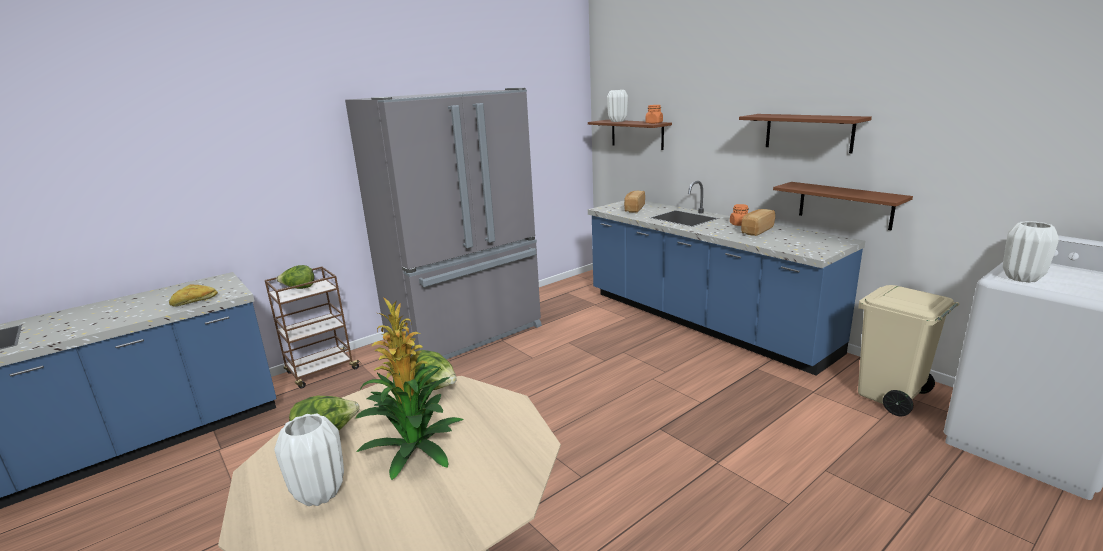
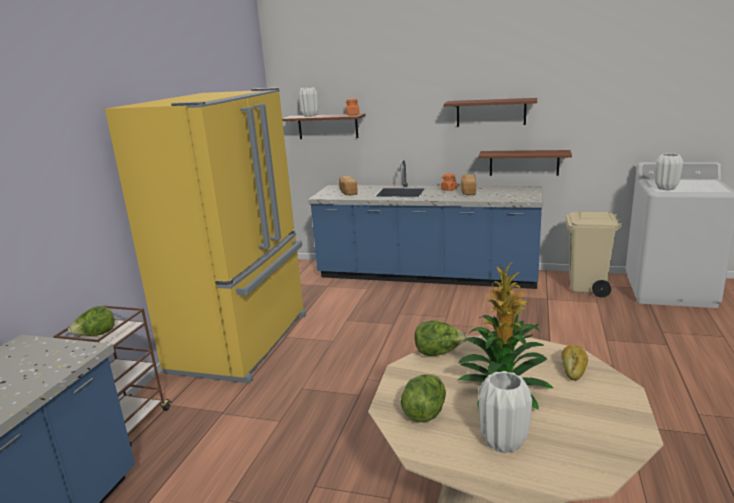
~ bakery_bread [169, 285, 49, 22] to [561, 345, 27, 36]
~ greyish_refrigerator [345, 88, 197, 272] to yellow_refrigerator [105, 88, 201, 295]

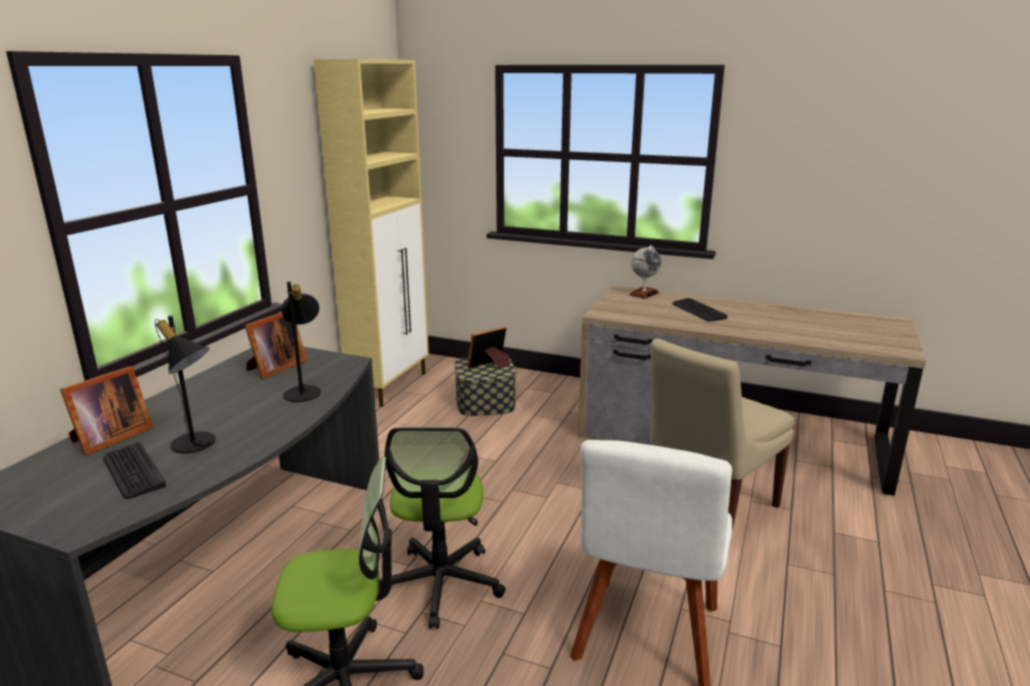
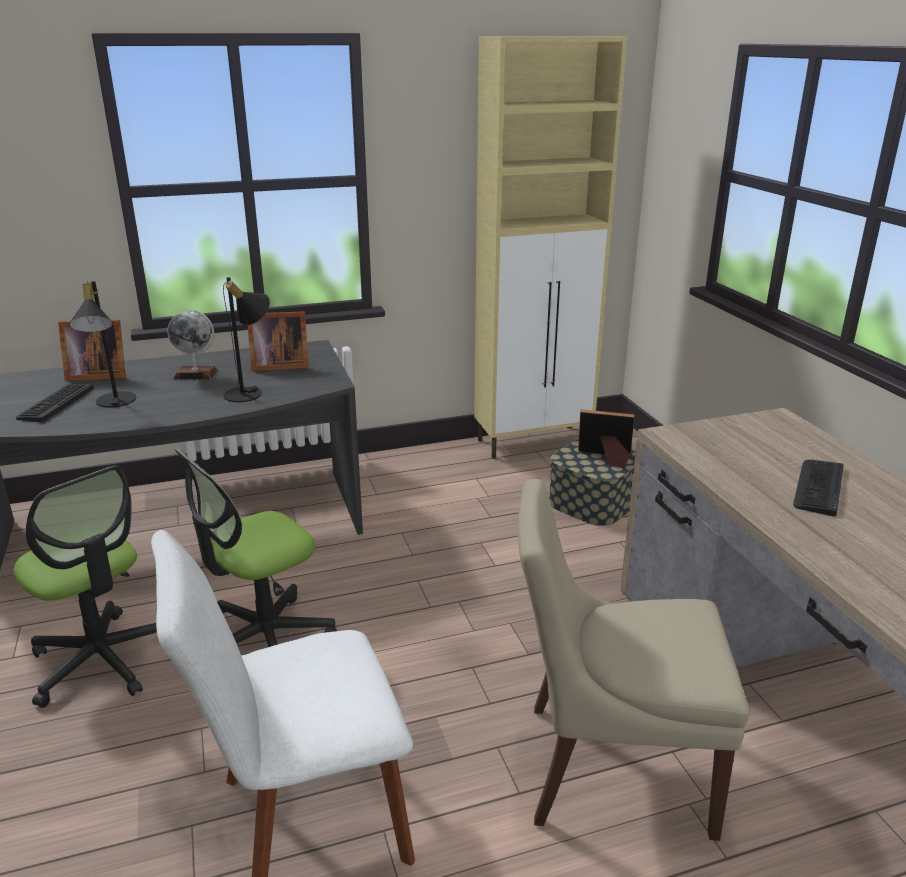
~ globe [629, 245, 32, 54] to [167, 309, 51, 71]

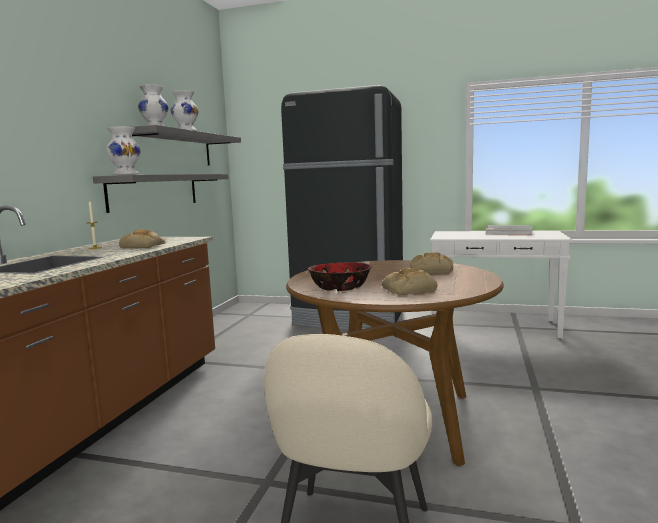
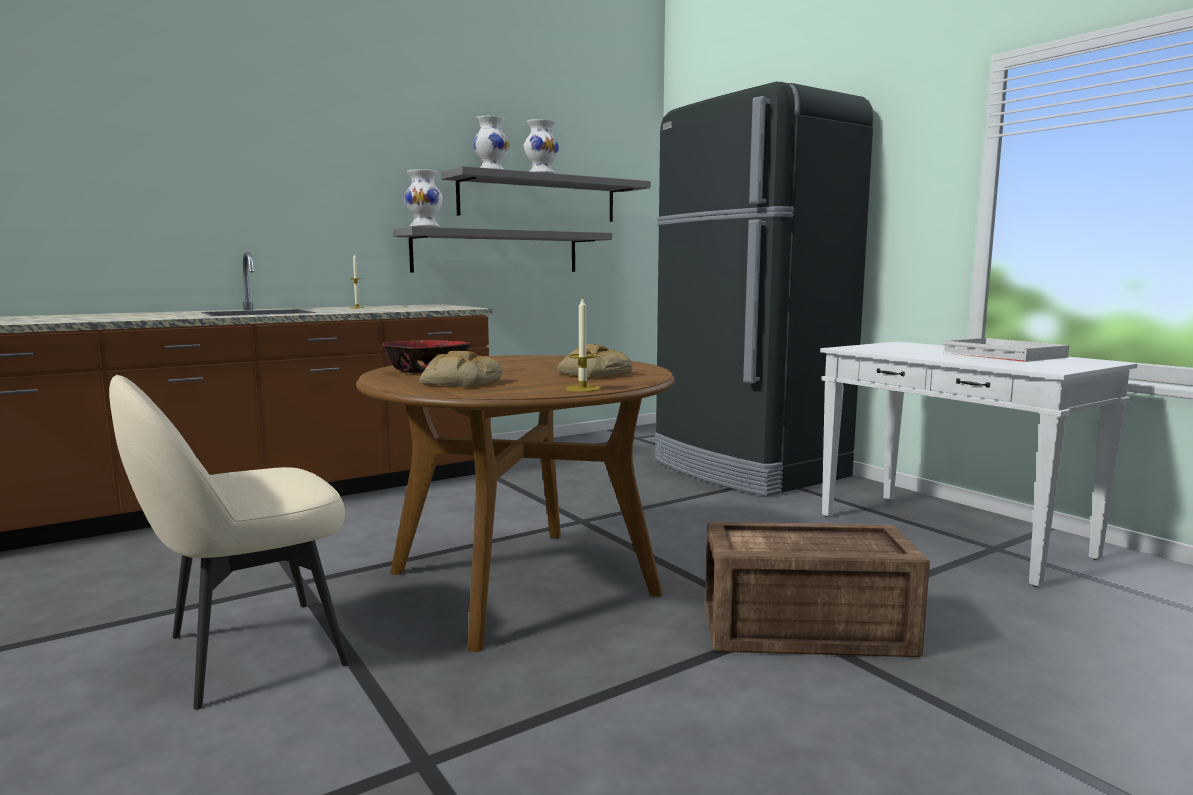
- bakery_bread [119, 230, 47, 18]
+ wax_light [566, 296, 34, 96]
+ shipping_crate [705, 522, 225, 135]

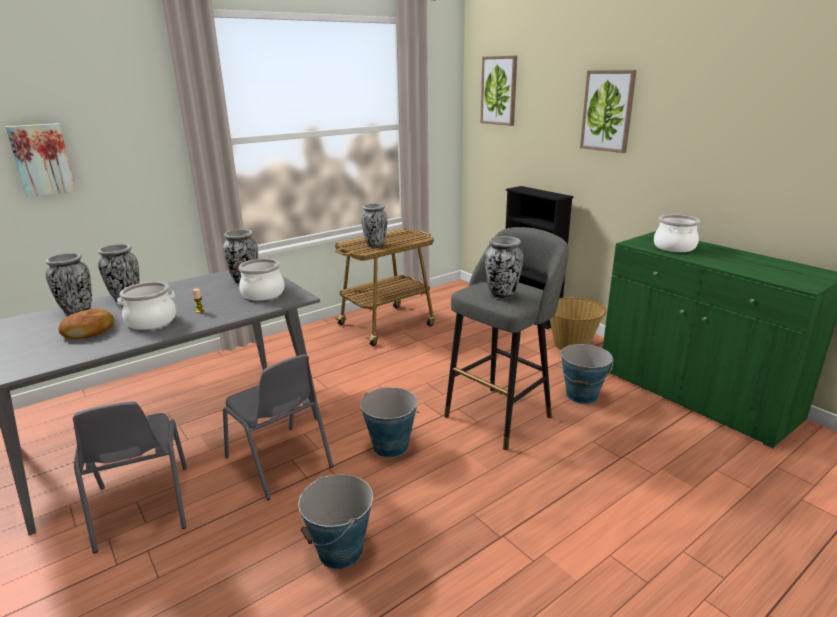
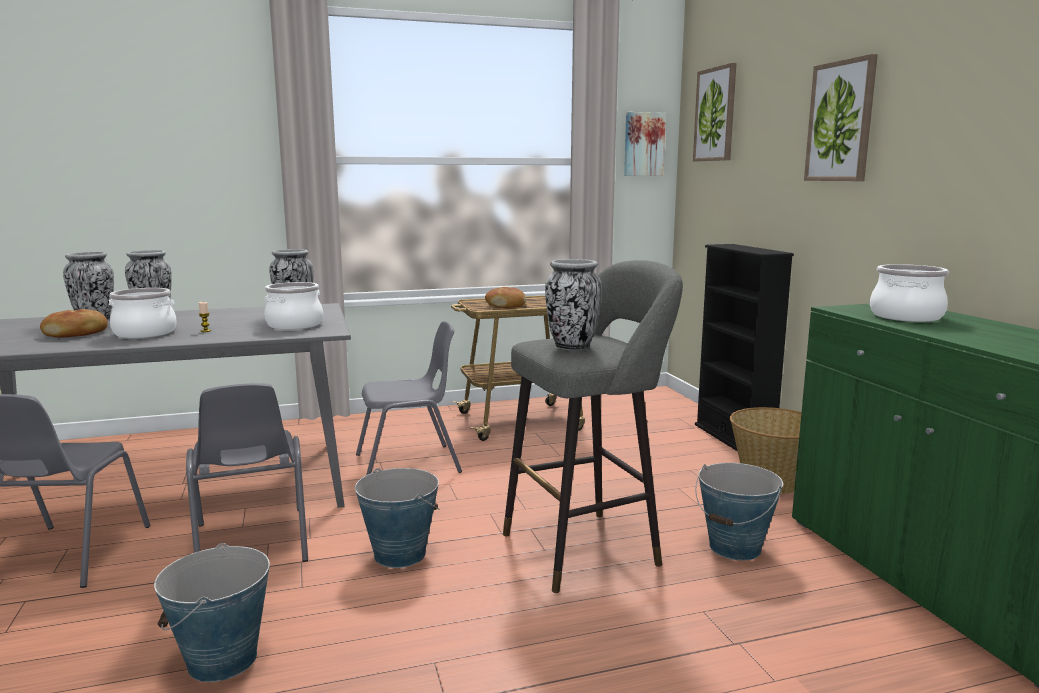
~ picture [6, 123, 70, 74] to [624, 112, 42, 64]
~ vase [361, 204, 27, 43] to bakery_bread [485, 287, 41, 21]
+ greyish_upright_chair [356, 321, 106, 154]

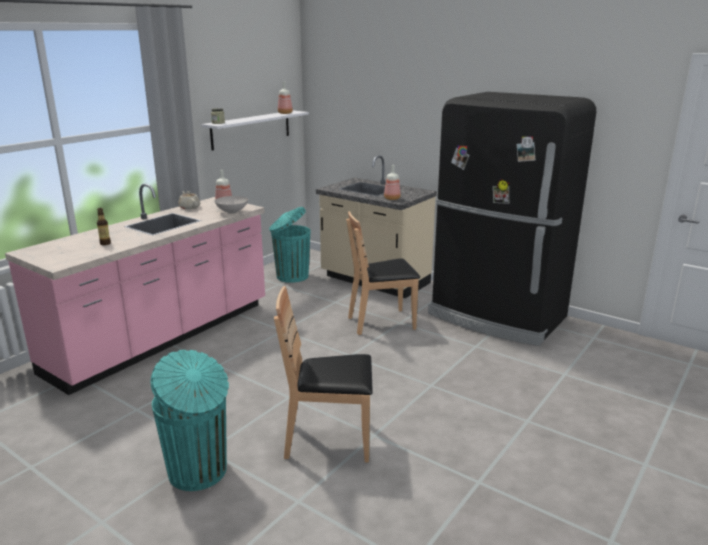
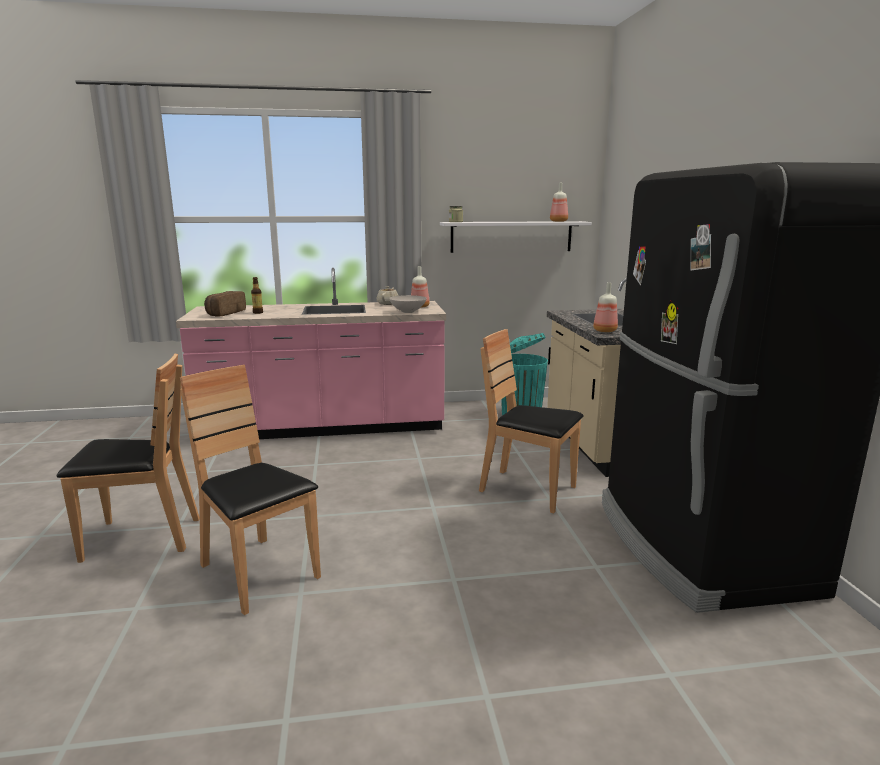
~ blue-green_rubbish_bin [150, 350, 79, 141] to brownish_upright_chair [57, 354, 143, 209]
+ bakery_bread [204, 291, 42, 26]

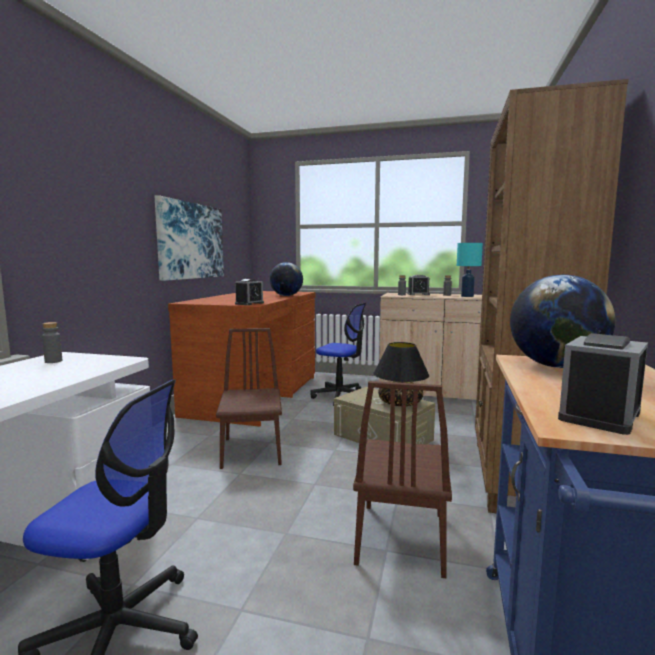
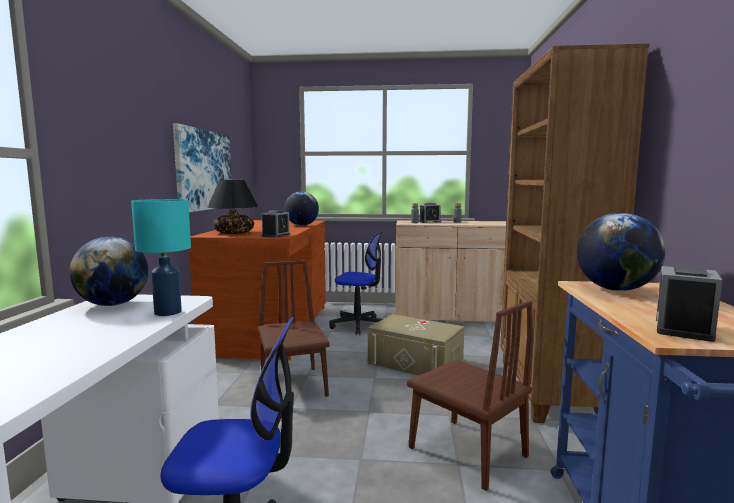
~ greyish_bottle [42, 322, 20, 41] to globe [69, 237, 79, 69]
~ brownish_upright_chair [353, 381, 99, 197] = [407, 301, 126, 190] 45 degrees counterclockwise
~ black-coloured_lamp_for_a_table [373, 342, 56, 64] to [208, 180, 50, 54]
~ blue-green_lamp_for_a_table [457, 243, 26, 54] to [131, 199, 60, 117]

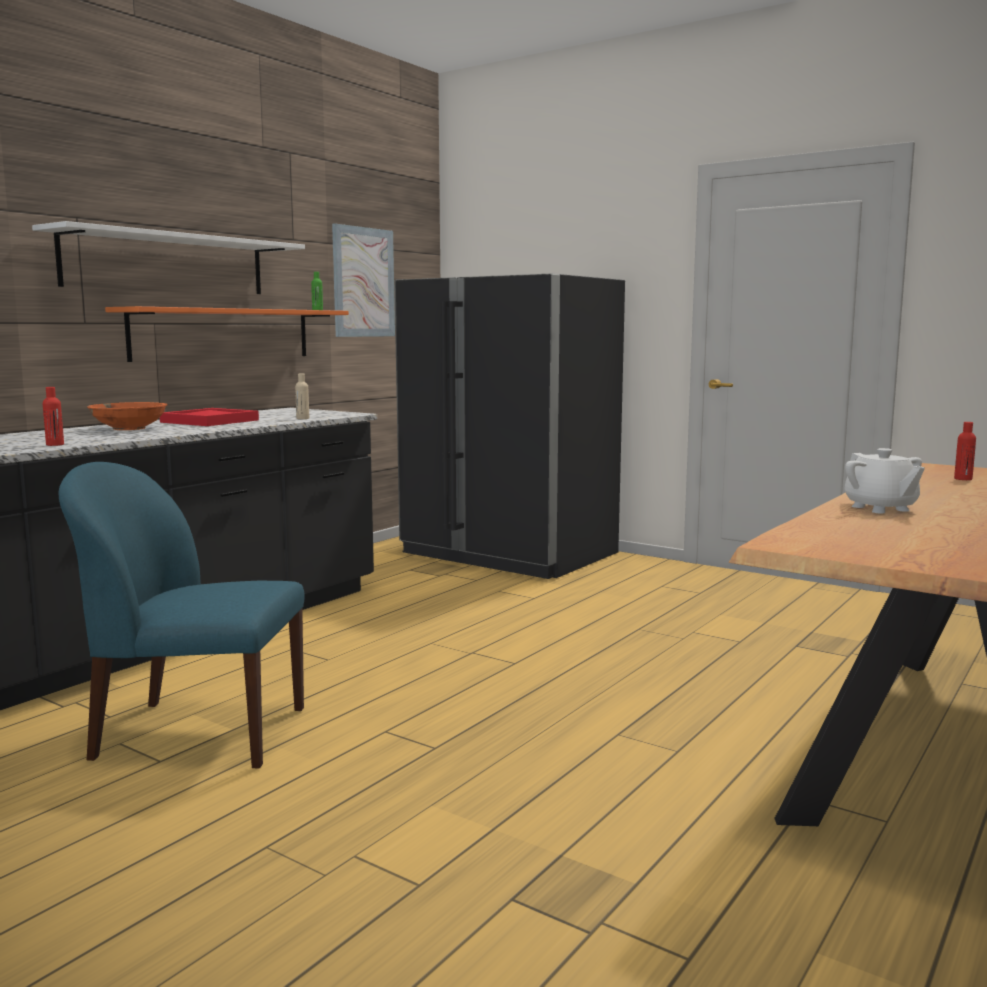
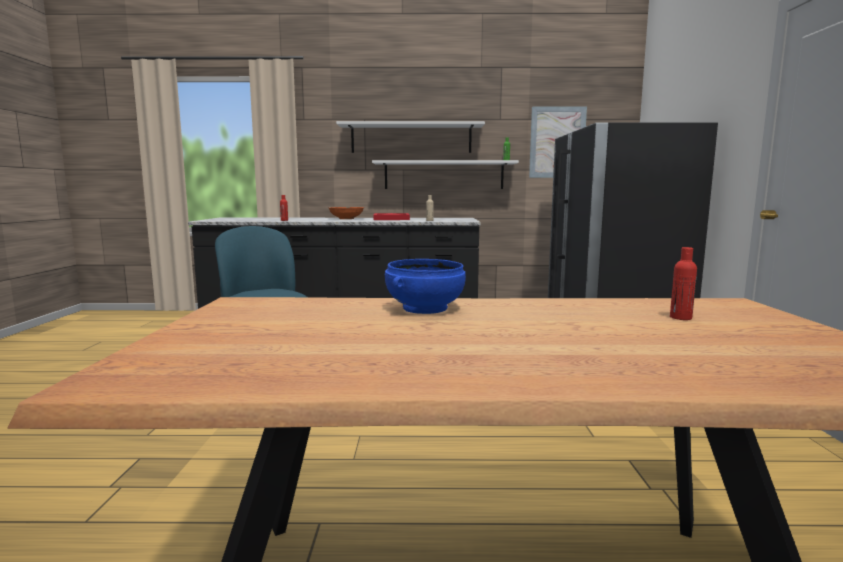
~ orange_wall_shelf [105, 306, 244, 56] to white_wall_shelf [372, 160, 147, 29]
~ white_tea_pot [845, 448, 80, 65] to blue-coloured_bowl [385, 259, 81, 55]

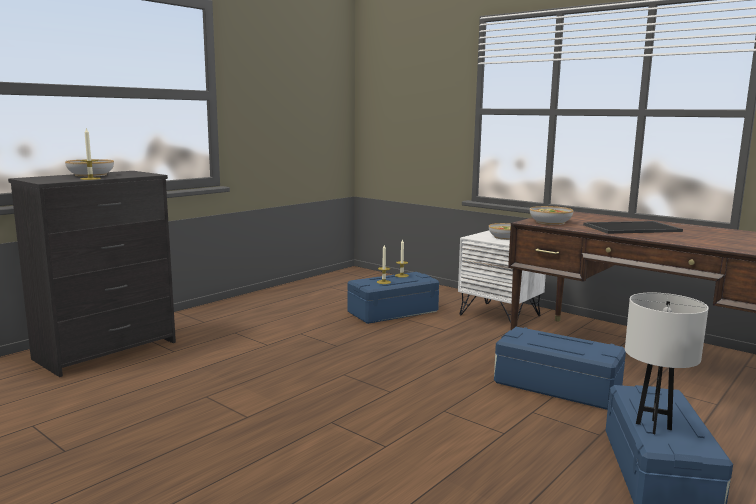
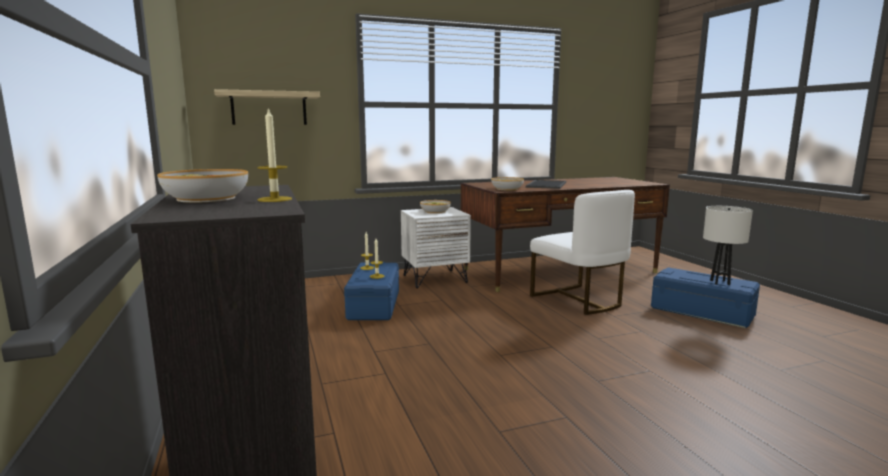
~ blue-coloured_storage_box [494, 327, 132, 83] to white_upright_chair [530, 190, 105, 125]
+ wall_shelf [214, 89, 106, 36]

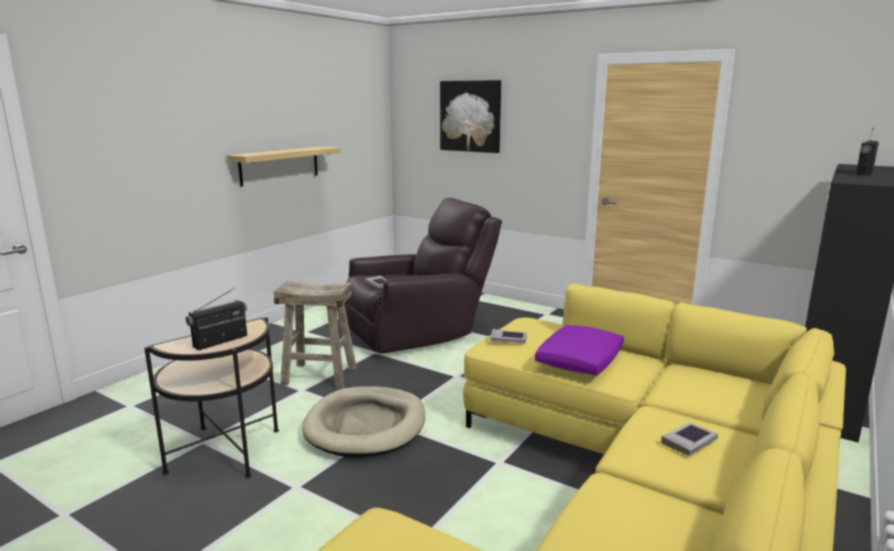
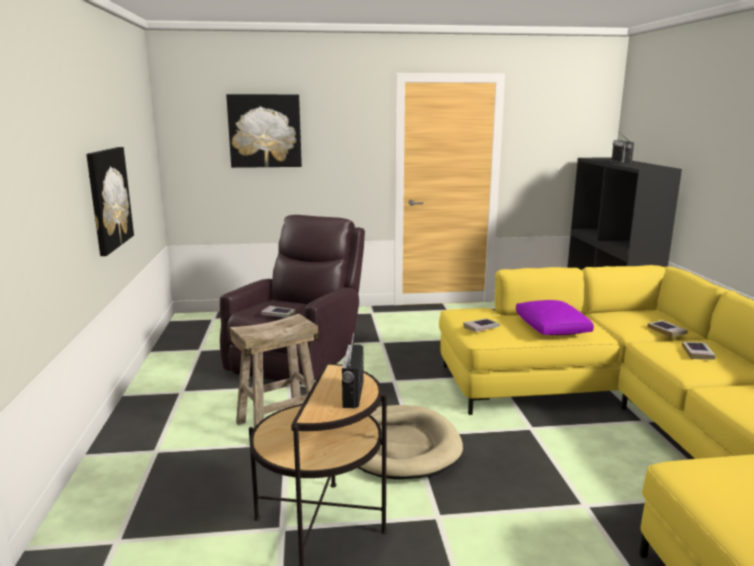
~ wall_shelf [227, 146, 114, 40] to picture [86, 147, 48, 109]
+ volume [648, 320, 40, 18]

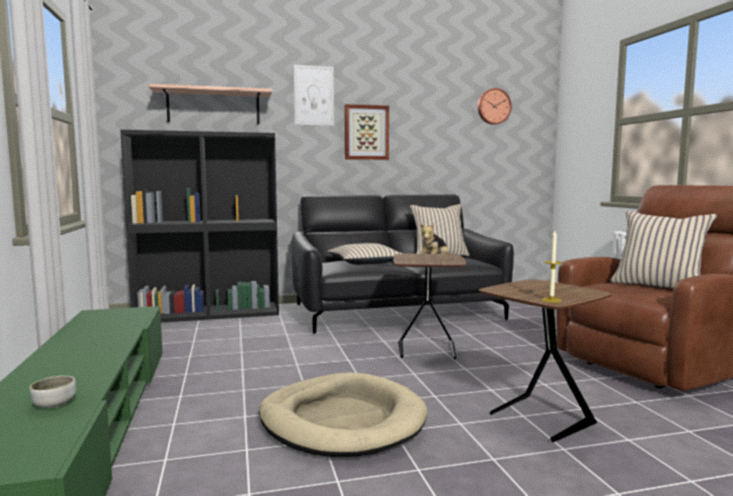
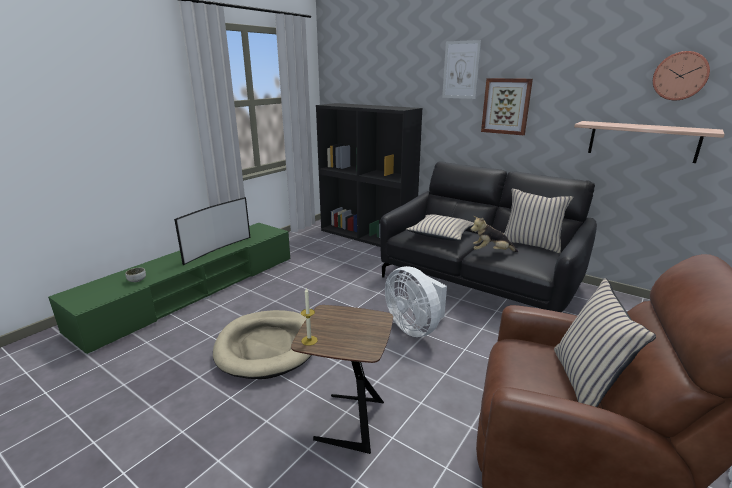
~ wall_shelf [148, 84, 125, 40] to [574, 121, 151, 42]
~ brownish_end_table [393, 254, 73, 105] to white_fan [385, 266, 62, 71]
+ TV_set [174, 197, 76, 68]

